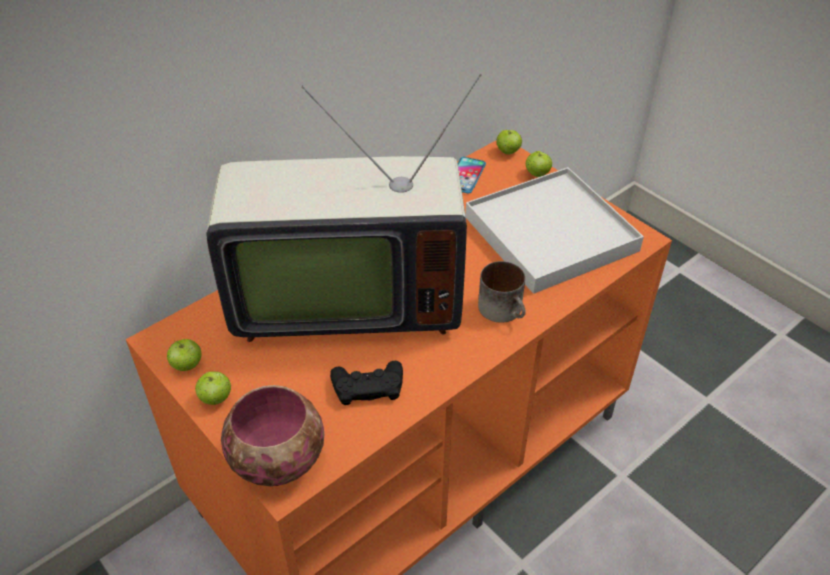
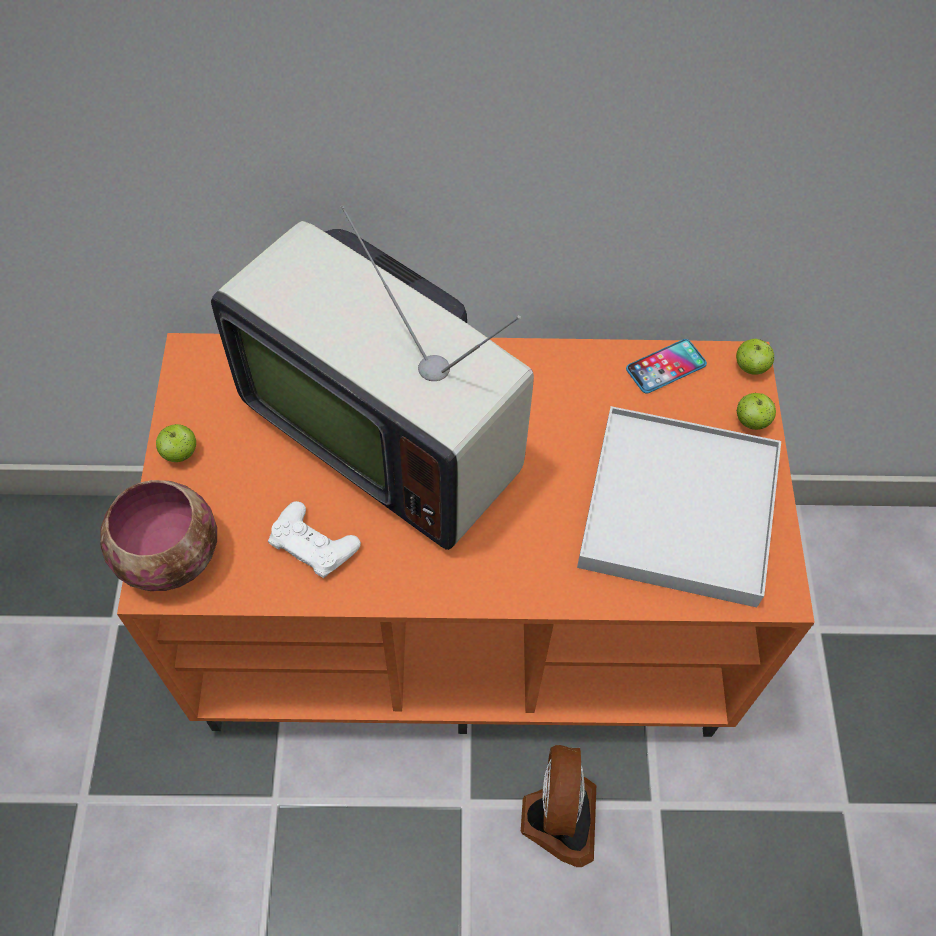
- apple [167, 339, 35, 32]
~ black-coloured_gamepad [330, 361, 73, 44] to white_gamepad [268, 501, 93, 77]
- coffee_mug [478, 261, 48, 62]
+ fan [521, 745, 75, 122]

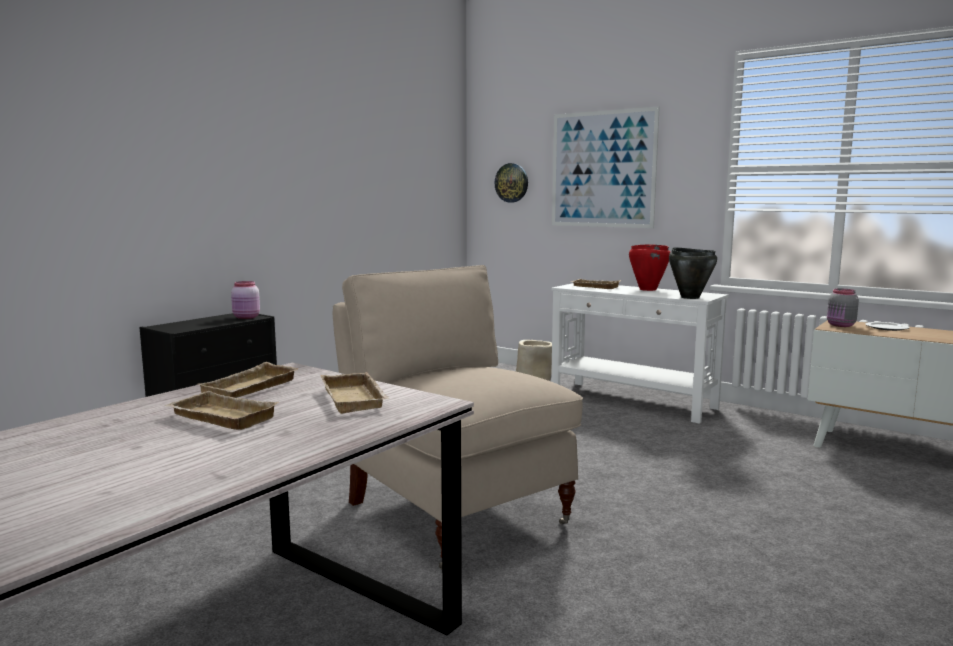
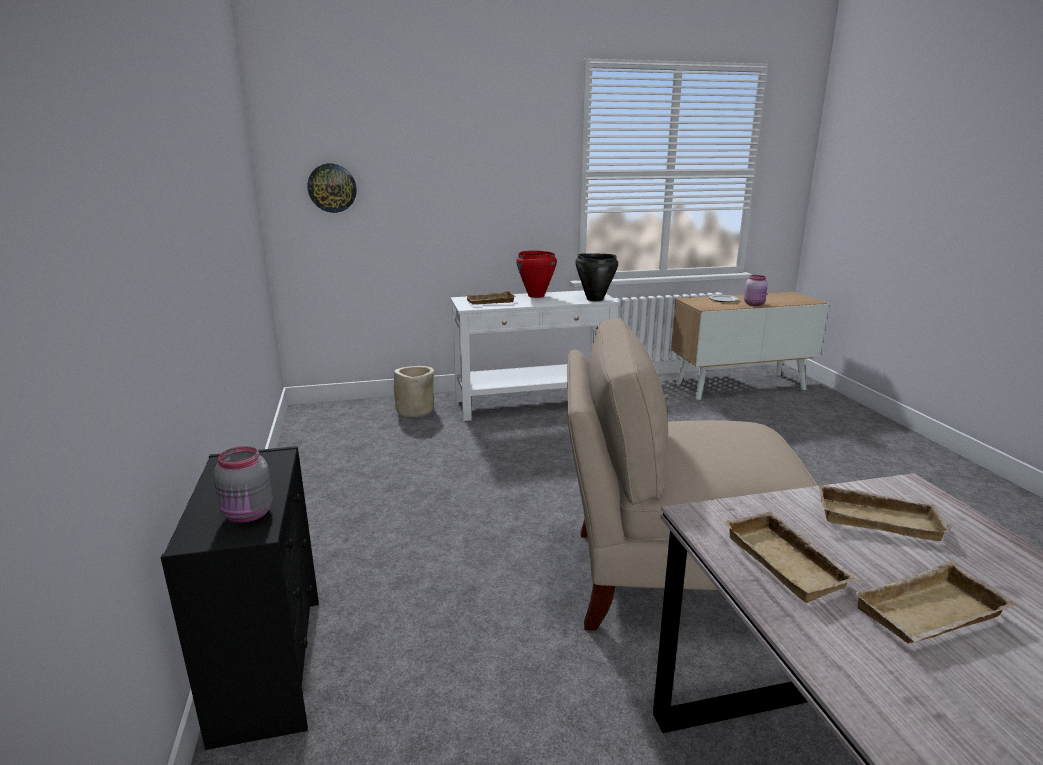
~ pink_preserve_jar [231, 281, 29, 38] to [744, 275, 24, 31]
- picture [552, 106, 108, 122]
~ greyish_preserve_jar [827, 289, 32, 38] to [213, 446, 60, 77]

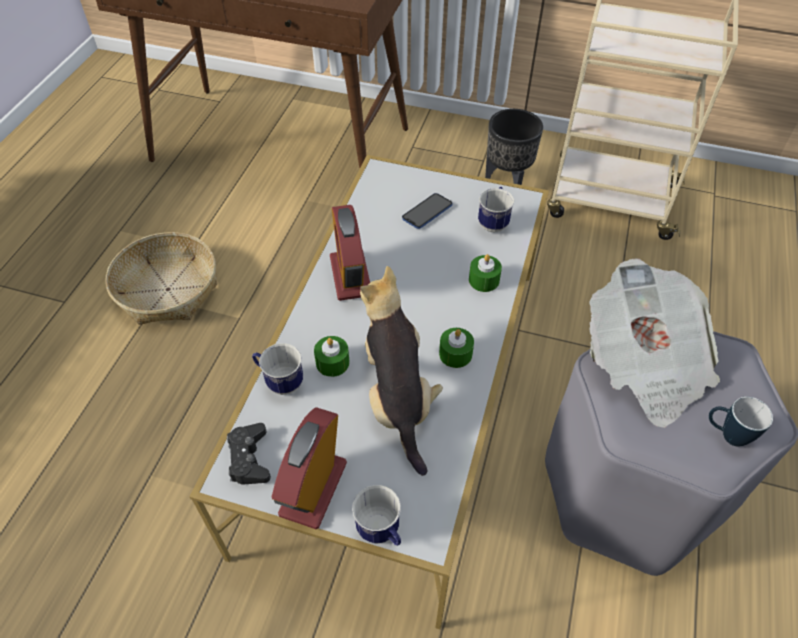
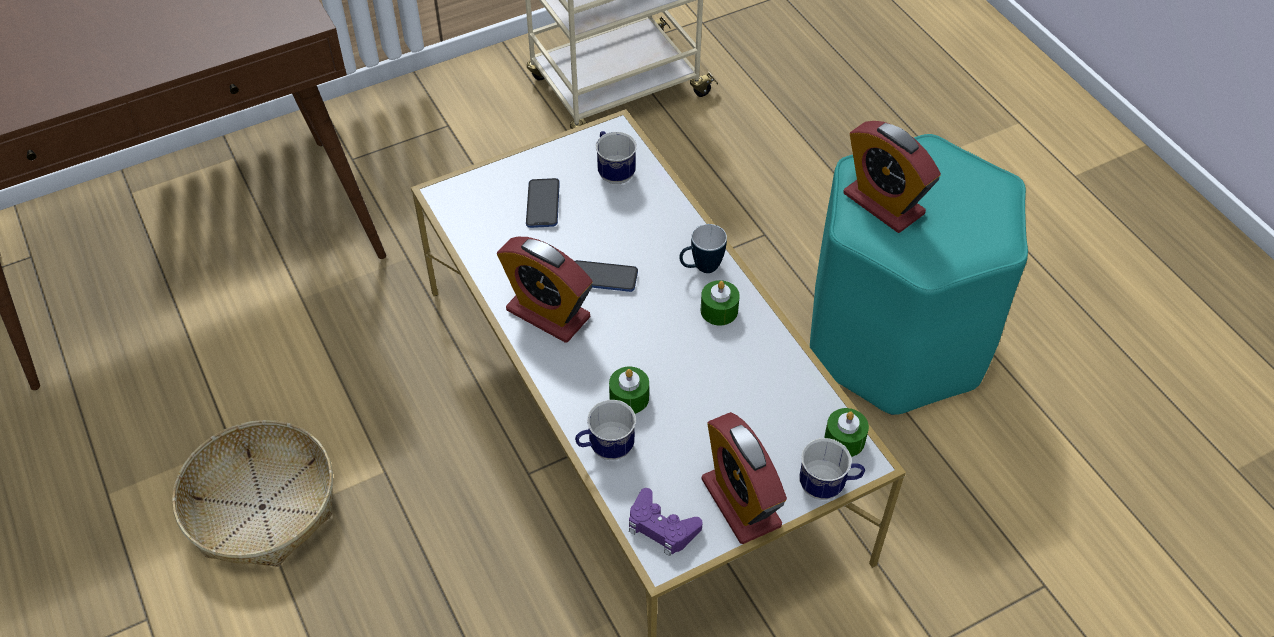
~ black-coloured_gamepad [227, 423, 44, 62] to purple_gamepad [629, 488, 74, 68]
- soft_toy [360, 266, 83, 210]
~ greenish_wax_light [469, 254, 33, 38] to [824, 408, 45, 49]
- black-coloured_plant_pot [485, 109, 58, 76]
~ greyish_stool_seat [545, 331, 253, 245] to blue-green_stool_seat [810, 134, 218, 281]
~ printed_paper [589, 258, 131, 170] to table_clock [843, 121, 98, 112]
~ coffee_mug [709, 397, 64, 50] to [679, 224, 48, 49]
+ phone [575, 260, 63, 32]

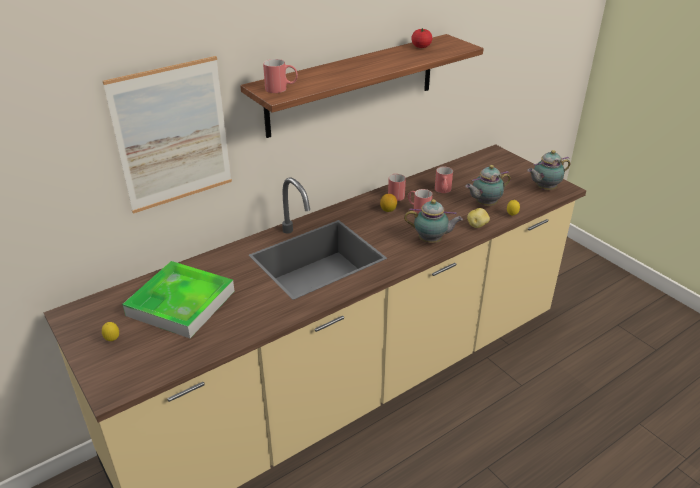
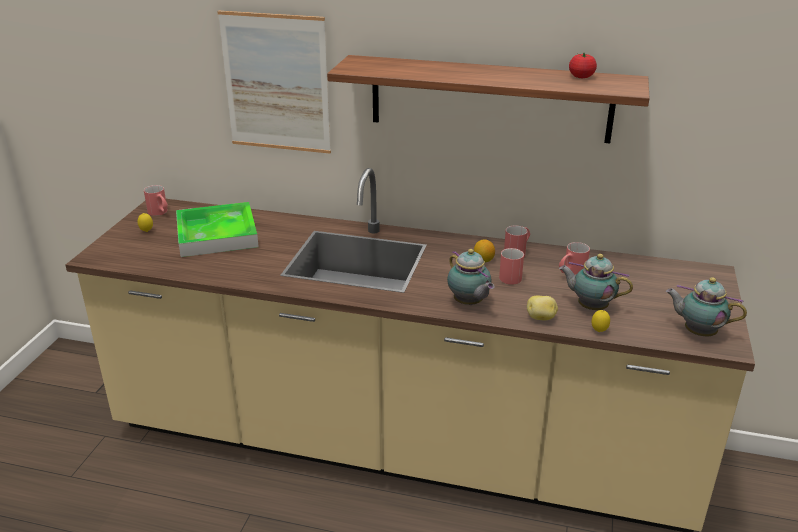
~ reddish_coffee_mug [263, 59, 35, 34] to [144, 185, 24, 31]

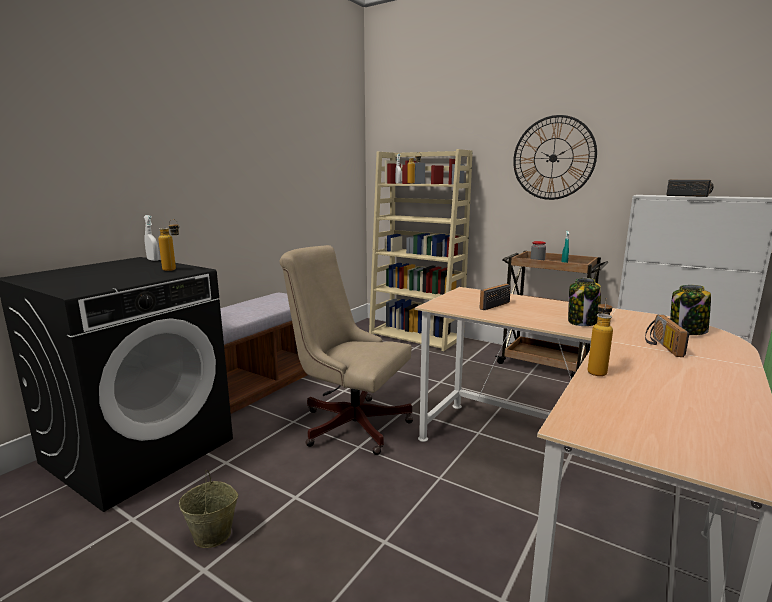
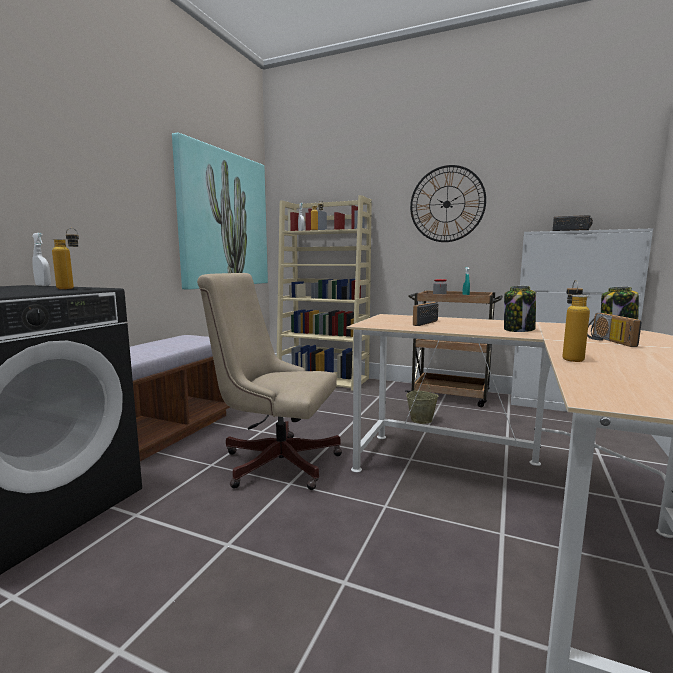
~ beige-coloured_pail [179, 470, 59, 78] to [406, 378, 33, 46]
+ picture [172, 133, 96, 157]

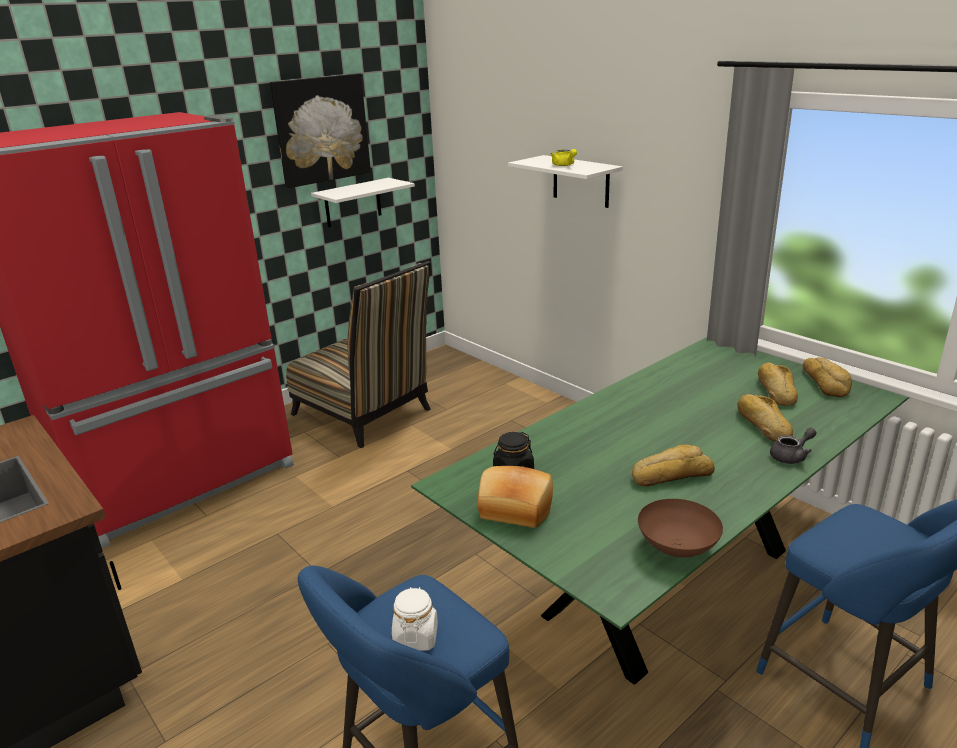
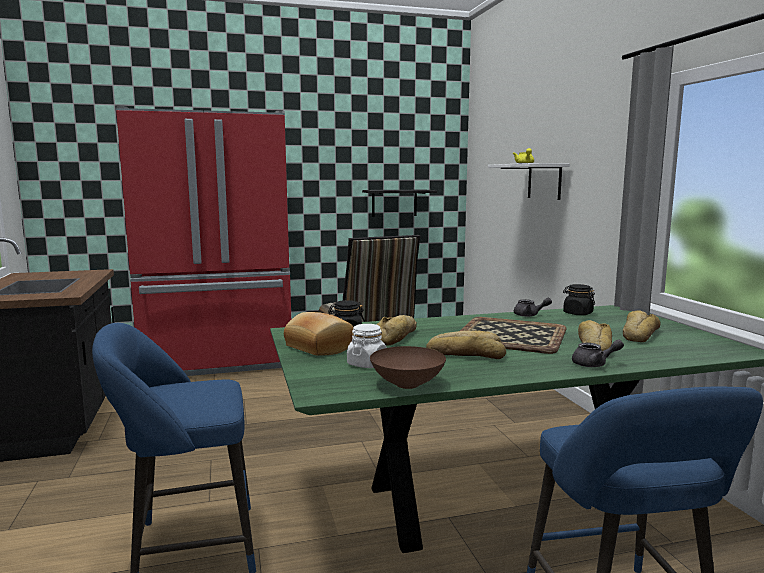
- picture [270, 73, 101, 115]
~ white_wall_shelf [311, 178, 104, 49] to black-coloured_wall_shelf [362, 190, 75, 27]
~ white_preserve_jar [392, 587, 46, 64] to [347, 324, 40, 44]
~ bakery_bread [803, 357, 49, 40] to [377, 315, 40, 31]
+ tray [460, 317, 107, 37]
+ greyish_tea_pot [514, 298, 38, 19]
+ black-coloured_preserve_jar [563, 284, 32, 31]

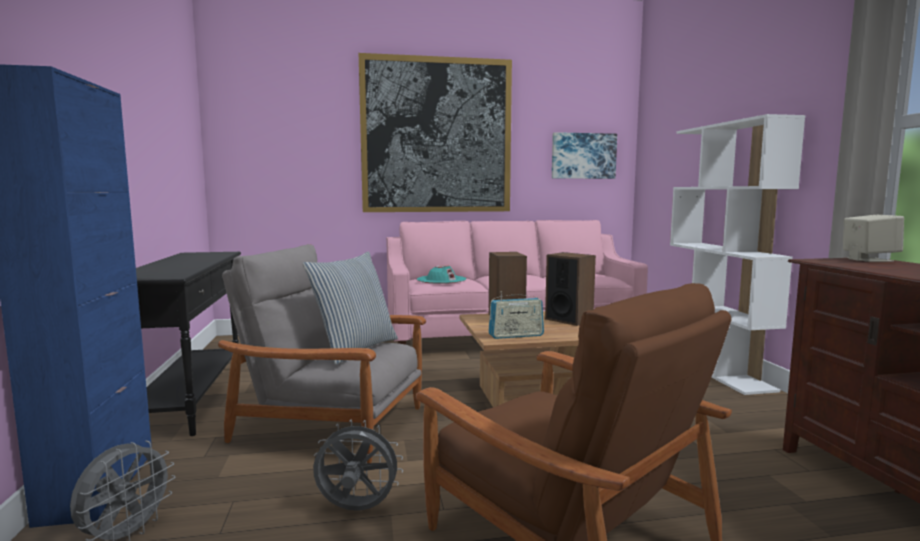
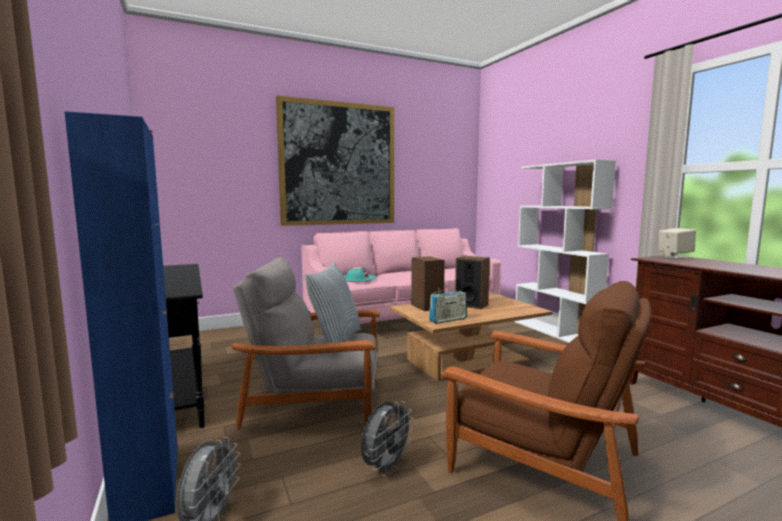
~ greyish_fan [313, 420, 90, 91] = [361, 401, 53, 76] 135 degrees clockwise
- picture [552, 132, 65, 47]

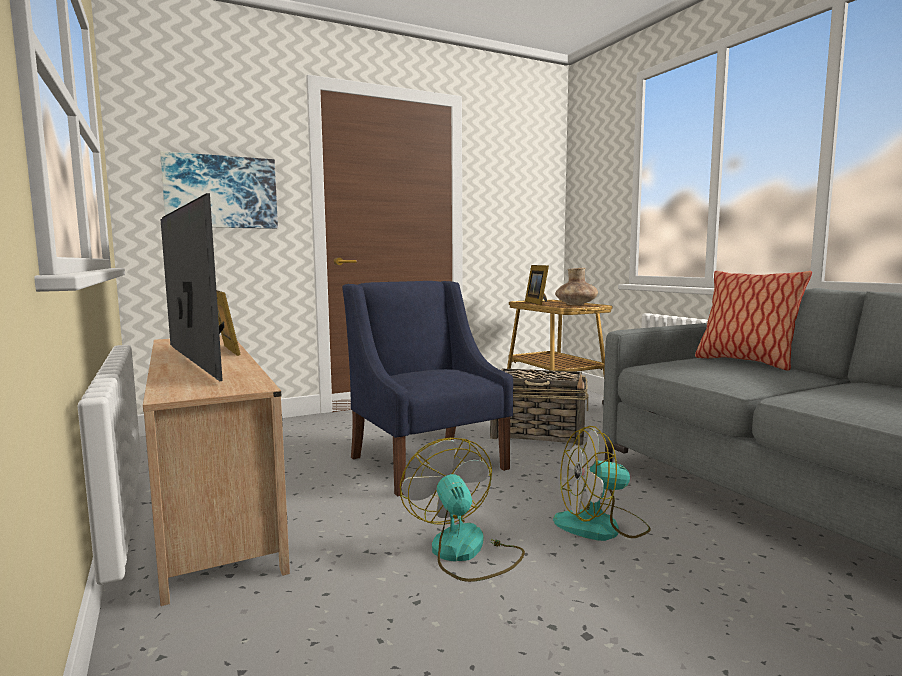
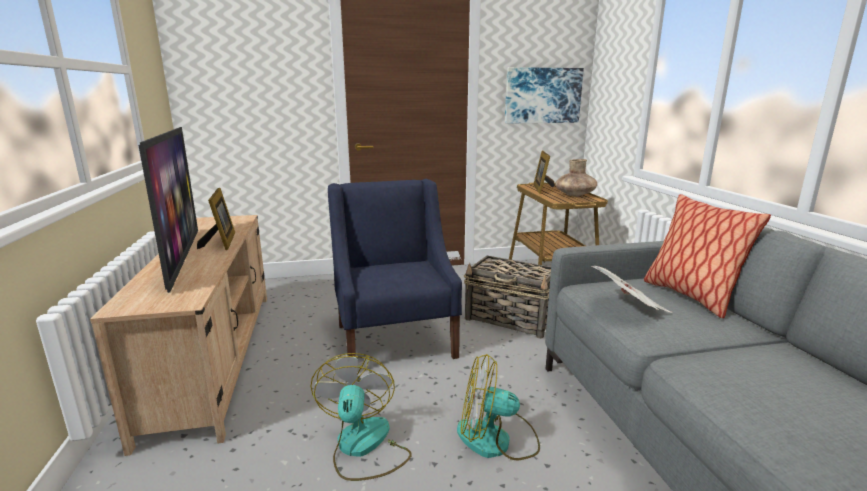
~ picture [160, 151, 118, 78] to [505, 67, 79, 56]
+ printed_paper [592, 265, 81, 48]

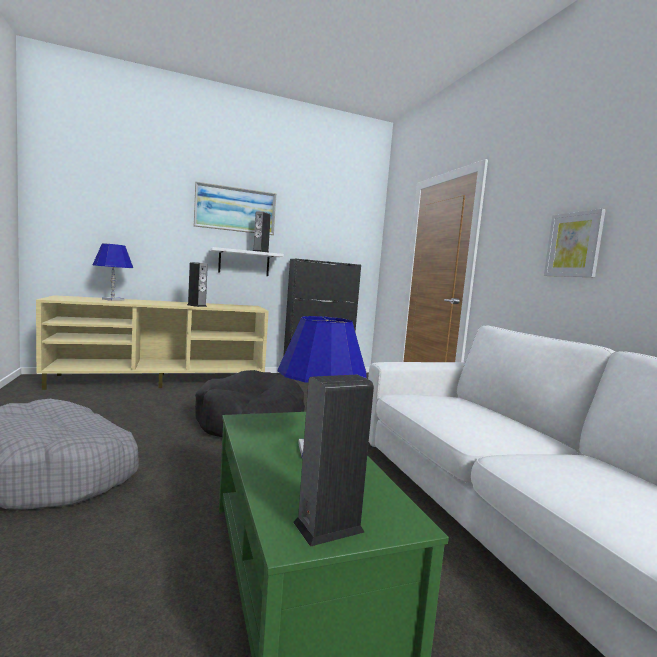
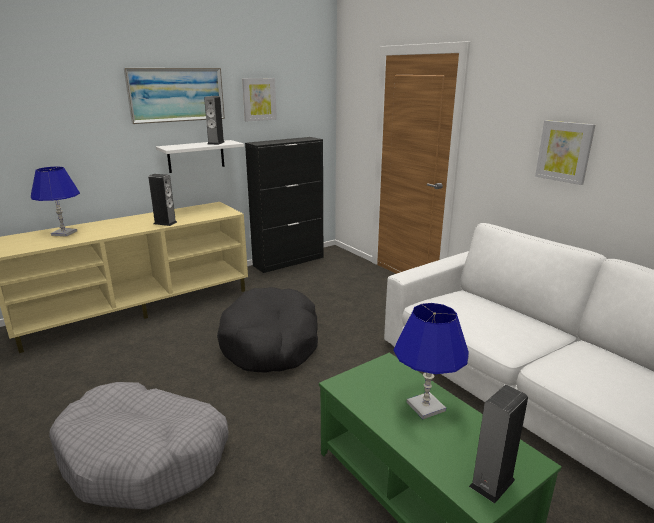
+ picture [242, 78, 35, 43]

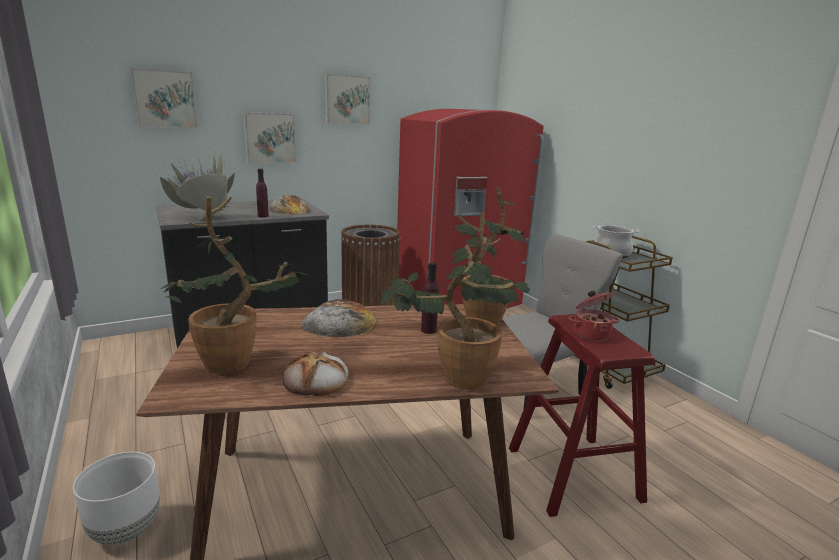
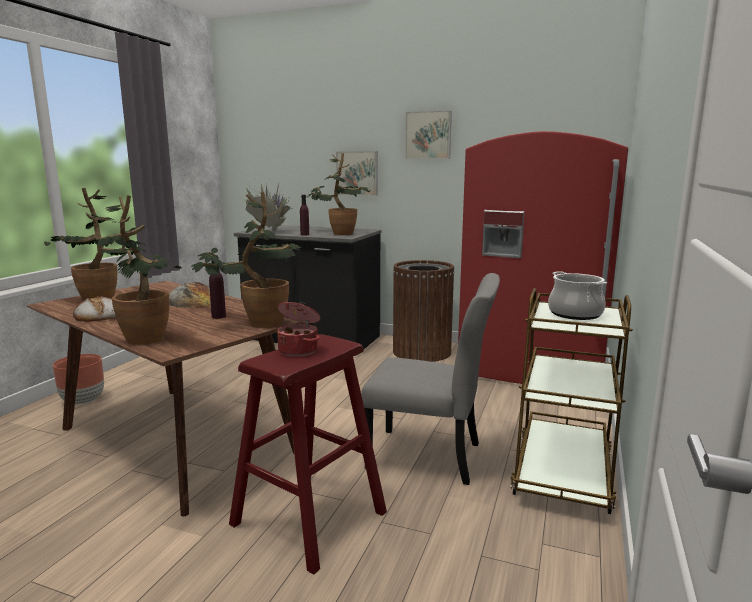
~ white_plant_pot [73, 452, 87, 93] to brownish_plant_pot [53, 354, 51, 51]
- picture [130, 68, 68, 60]
~ bakery_bread [269, 195, 41, 19] to houseplant [307, 153, 64, 82]

